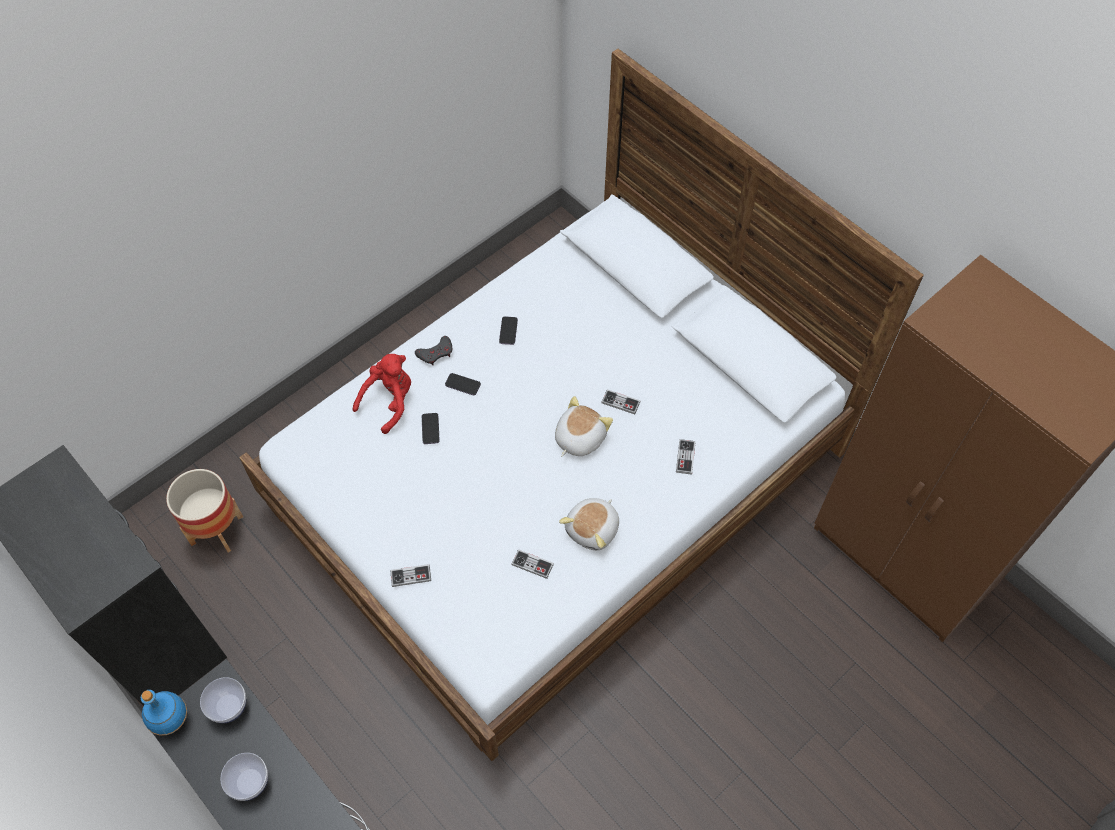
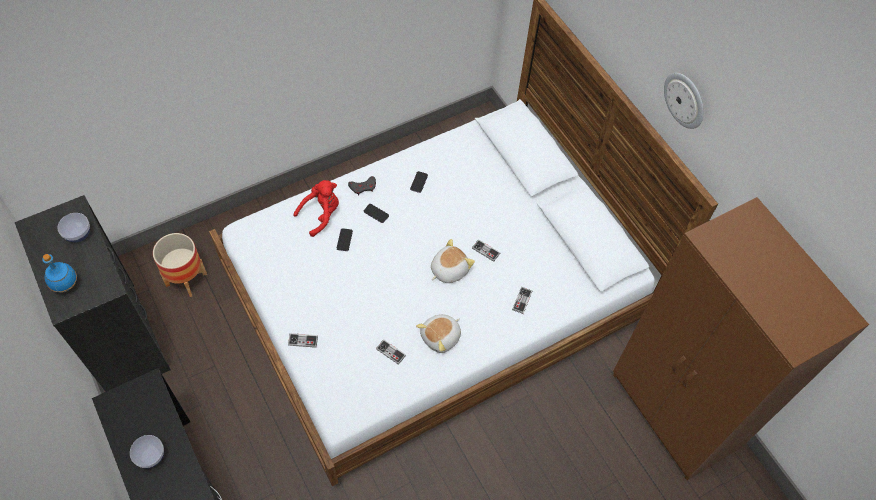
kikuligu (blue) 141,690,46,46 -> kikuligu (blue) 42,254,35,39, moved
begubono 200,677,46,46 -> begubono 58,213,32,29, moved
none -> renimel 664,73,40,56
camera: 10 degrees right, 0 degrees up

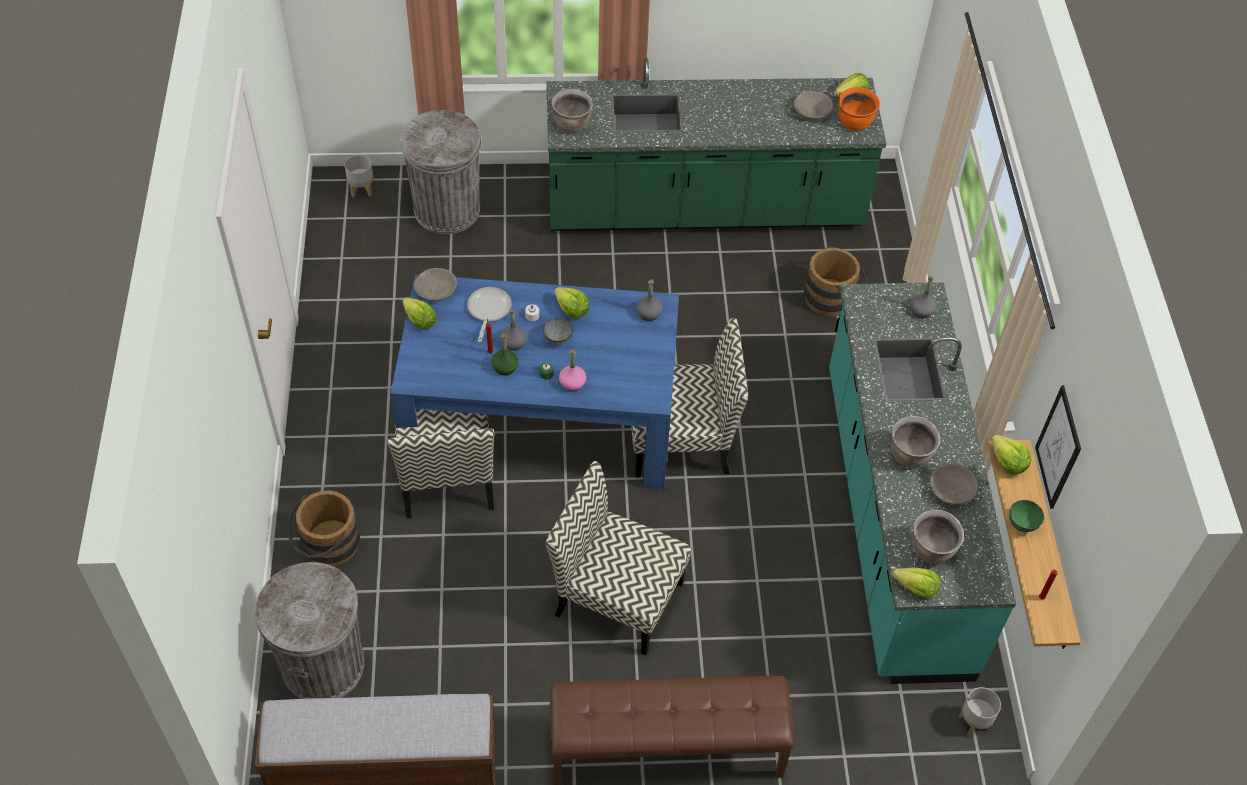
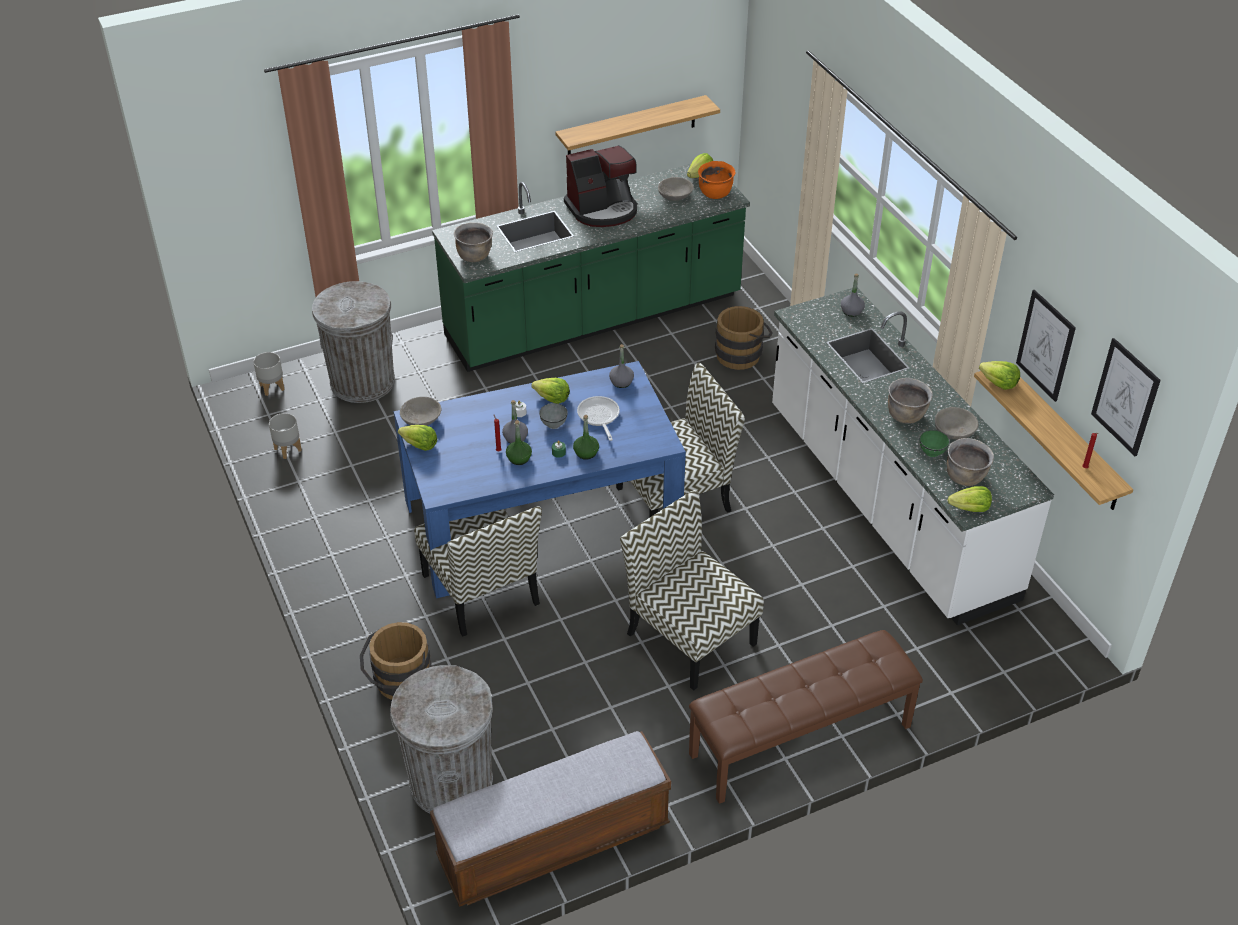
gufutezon 467,287,45,55 -> gufutezon 577,396,43,45, moved
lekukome 545,461,146,194 -> lekukome 620,490,144,201, 45 degrees clockwise
kikuligu (pink) 559,350,27,41 -> kikuligu (green) 573,415,26,45
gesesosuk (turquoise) 829,282,187,402 -> gesesosuk (white) 772,288,282,337
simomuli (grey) 958,687,43,50 -> simomuli (grey) 269,413,33,46, moved
begubono (green) 1009,500,35,32 -> begubono (green) 920,430,30,27, moved
none -> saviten 555,95,165,60
none -> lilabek 564,145,73,82
none -> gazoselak 1091,338,70,118
camera: 20 degrees left, 10 degrees down

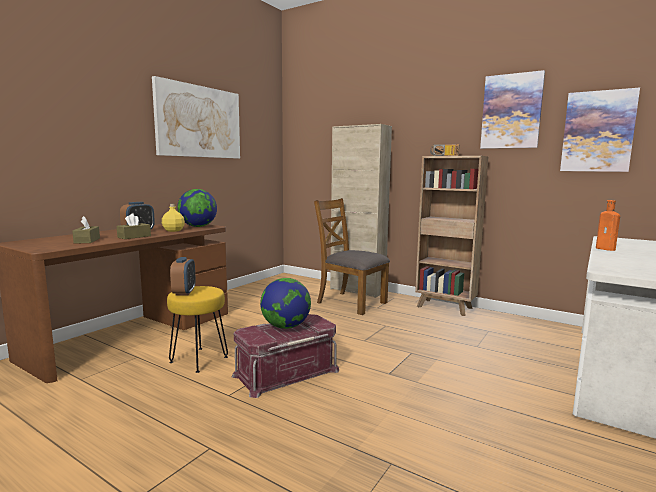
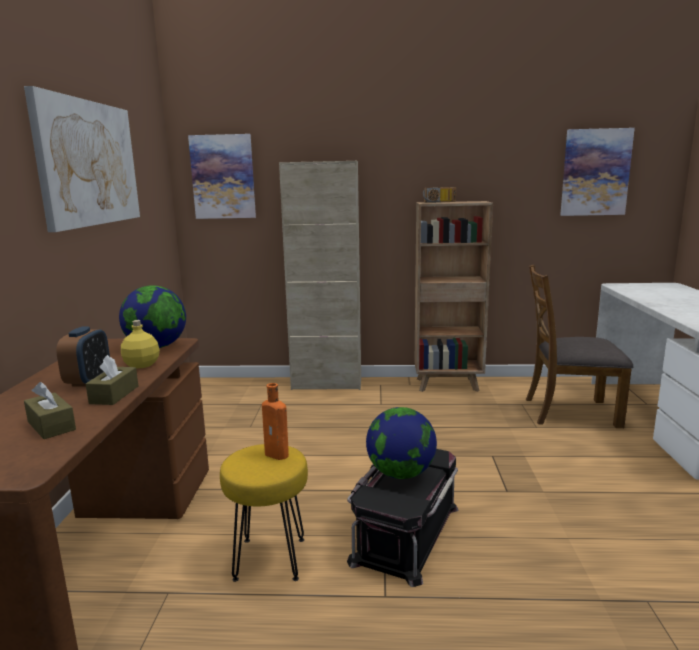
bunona 170,257,26,38 -> none
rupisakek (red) 231,314,108,84 -> rupisakek (black) 347,449,111,138
lekukome (brown) 314,198,76,117 -> lekukome (brown) 526,265,107,163, moved
gazoselak 480,70,65,79 -> gazoselak 188,134,68,85, moved
kikuligu (orange) 596,200,24,51 -> kikuligu (orange) 262,383,27,77, moved
camera: 30 degrees left, 5 degrees up

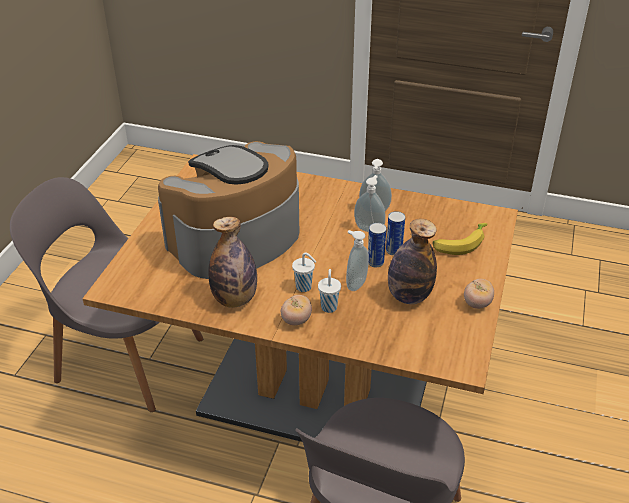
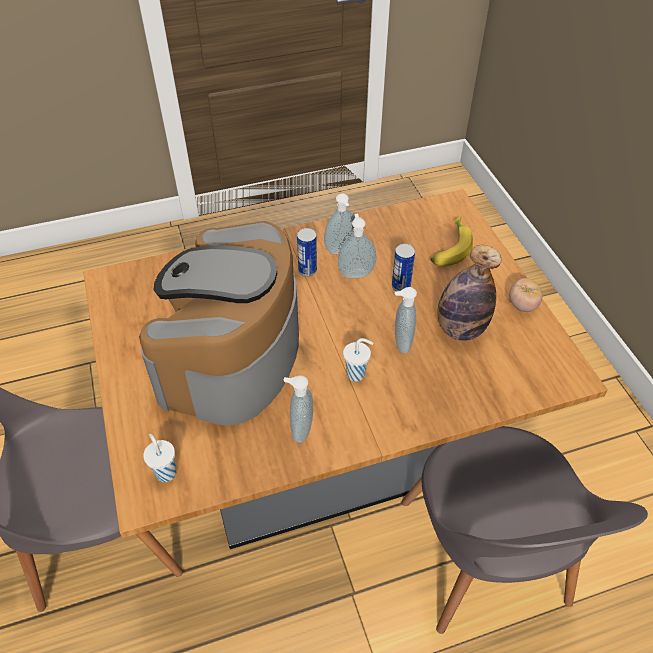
kikuligu 208,217,49,91 -> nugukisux 284,376,29,67
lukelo 281,295,31,30 -> none
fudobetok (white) 318,269,23,44 -> fudobetok (white) 143,434,33,48, moved
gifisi 368,223,19,44 -> gifisi 297,228,20,49, moved
camera: 35 degrees left, 10 degrees up

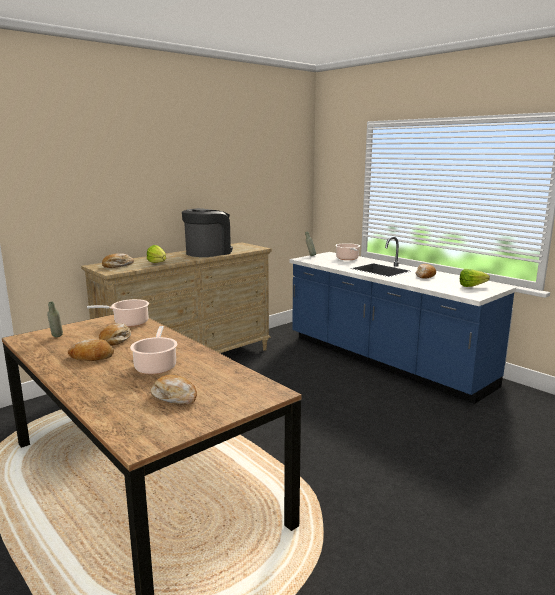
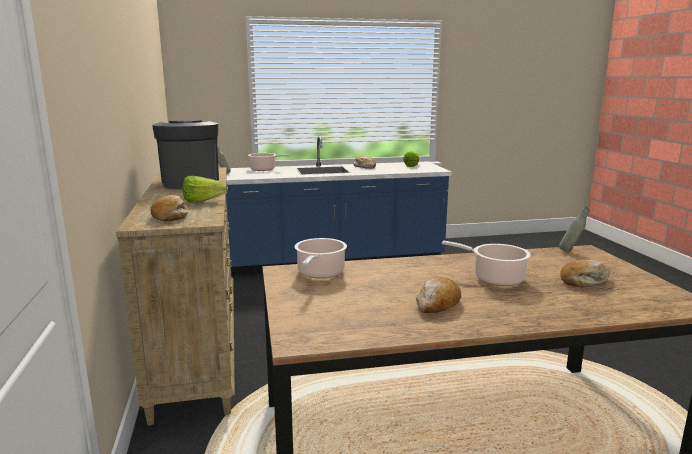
kikuligu (grey) 47,301,16,36 -> kikuligu (grey) 559,207,31,45, moved
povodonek 99,323,32,23 -> none
camera: 60 degrees left, 0 degrees up

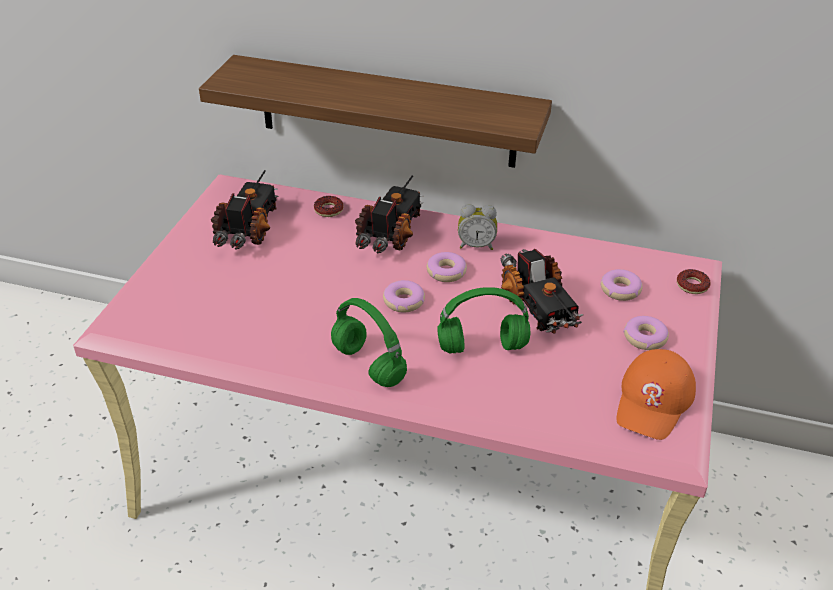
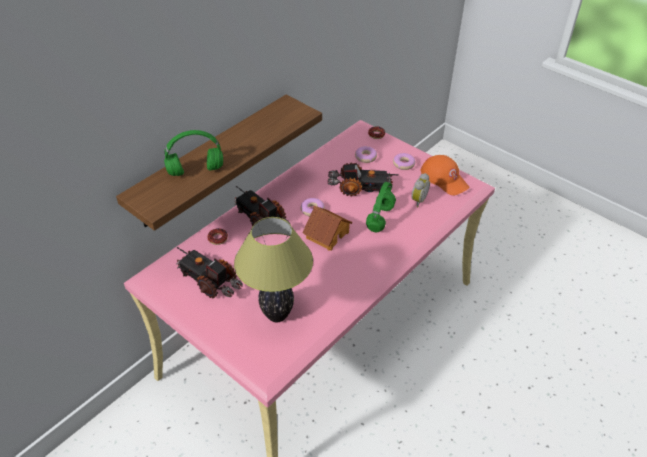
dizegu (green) 331,298,76,89 -> dizegu (green) 164,130,59,46, moved
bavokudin 383,280,42,32 -> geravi 302,206,50,45
bunona 458,204,39,46 -> bunona 411,173,19,34, moved
none -> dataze 234,217,79,105
camera: 65 degrees left, 5 degrees up

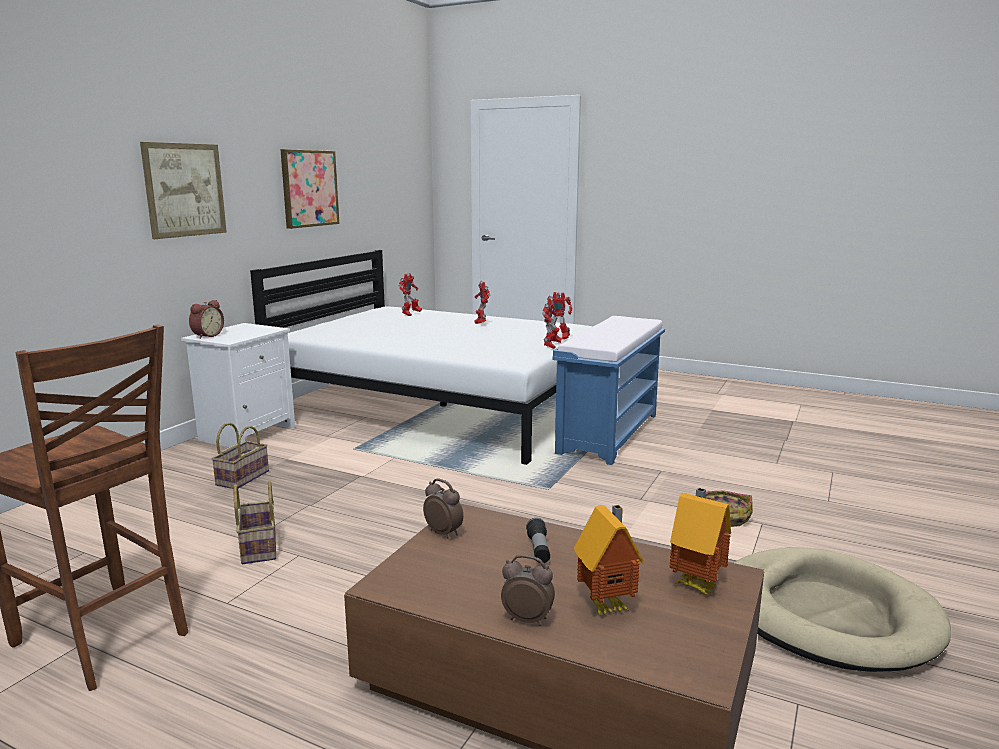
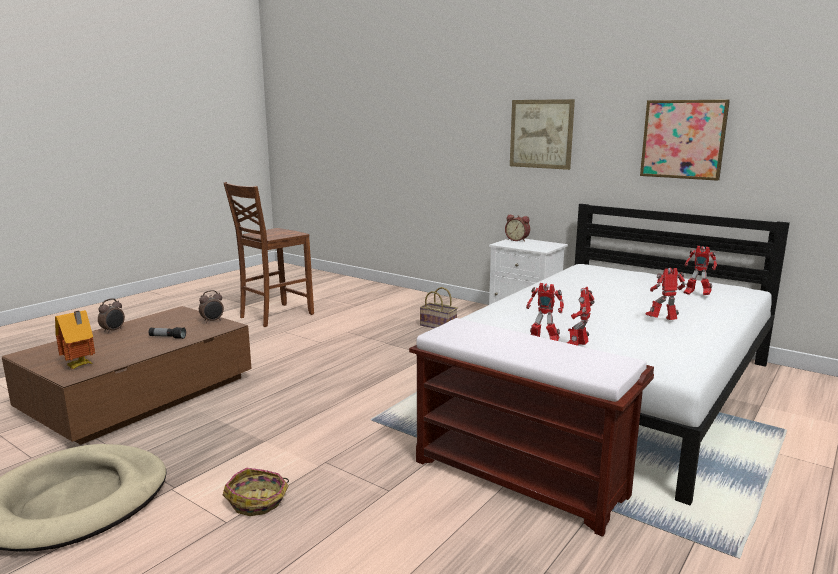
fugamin 234,480,42,84 -> none
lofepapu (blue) 552,316,113,149 -> lofepapu (brown) 409,318,245,219
geravi 574,505,71,111 -> none
camera: 100 degrees right, 0 degrees up

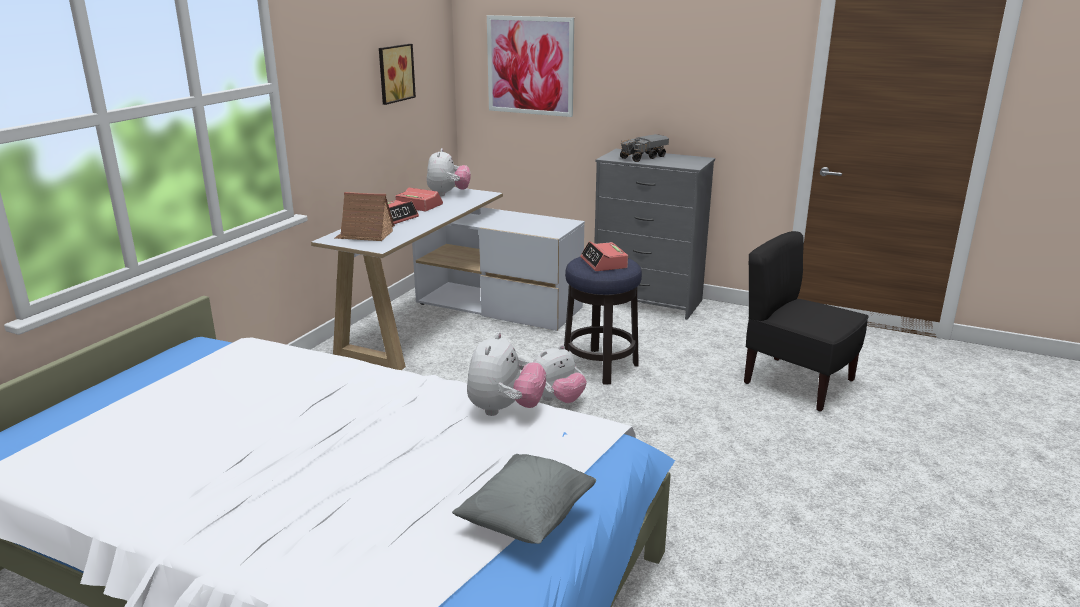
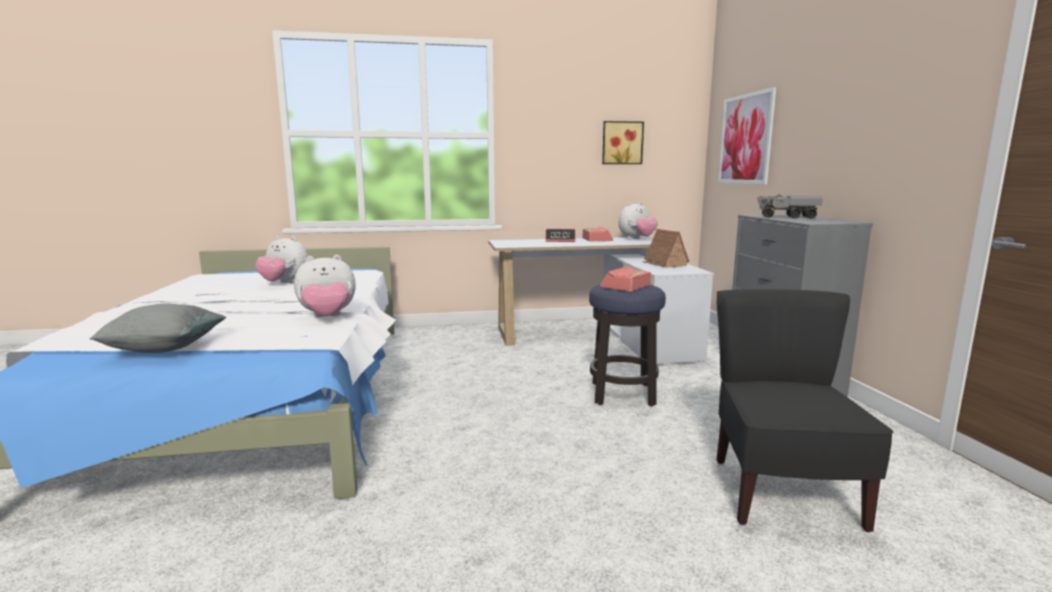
geravi 335,192,60,49 -> geravi 641,229,48,39, moved
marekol 533,345,54,58 -> marekol 255,236,53,47, moved
camera: 55 degrees right, 10 degrees down

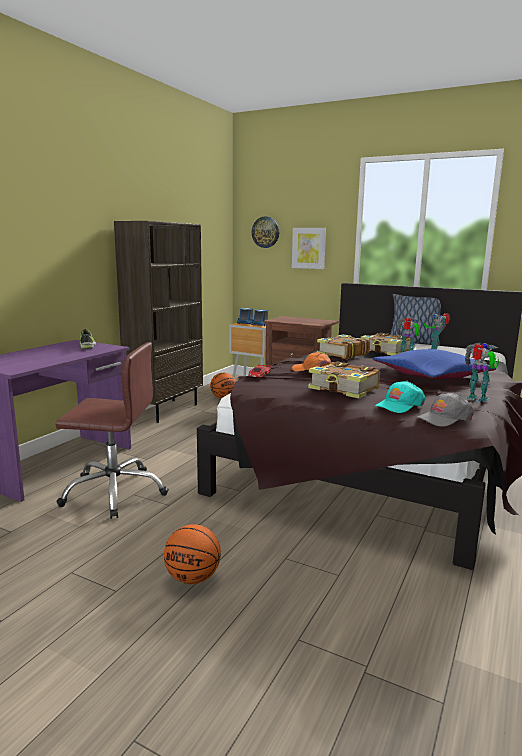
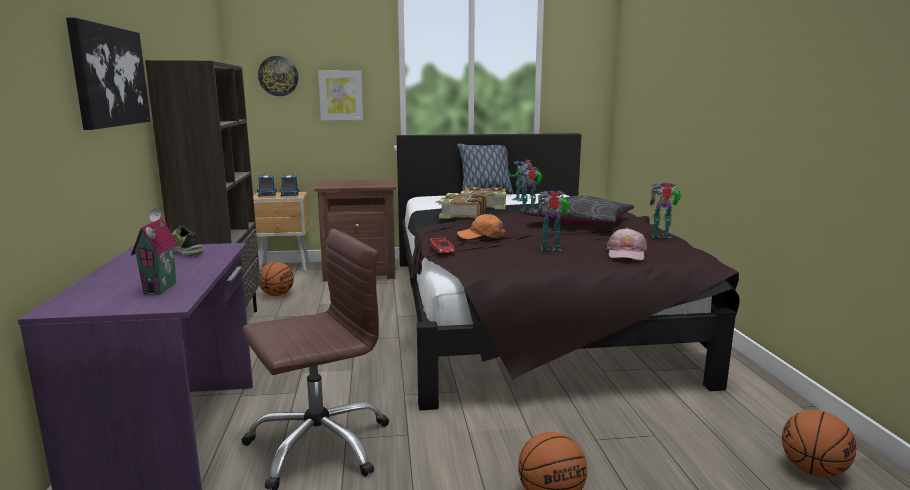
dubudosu 308,361,72,37 -> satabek 537,191,32,59
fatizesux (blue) 373,349,123,30 -> fatizesux (grey) 527,196,107,29
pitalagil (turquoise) 375,381,50,32 -> pitalagil (pink) 607,228,40,32
pitalagil (grey) 417,393,57,34 -> none
none -> gazoselak 66,17,85,113
none -> geravi 131,208,47,87
none -> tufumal 782,410,74,67
camera: 35 degrees left, 0 degrees up

